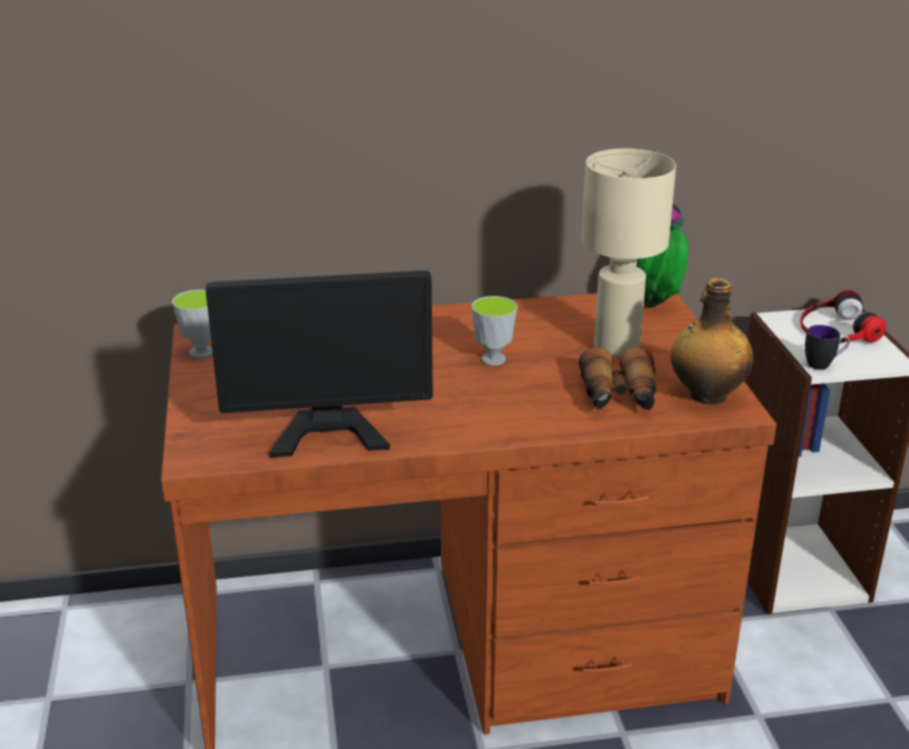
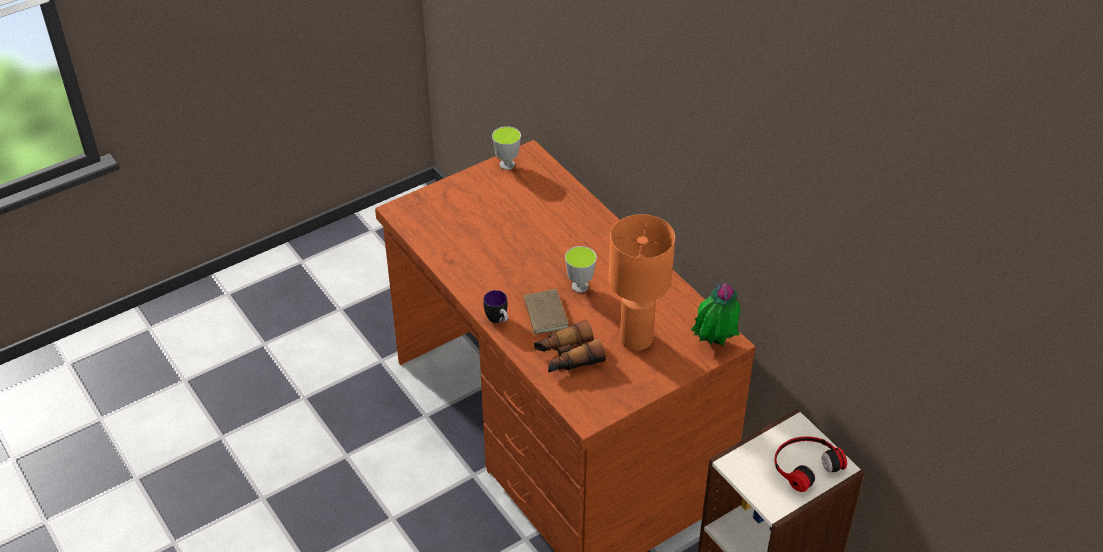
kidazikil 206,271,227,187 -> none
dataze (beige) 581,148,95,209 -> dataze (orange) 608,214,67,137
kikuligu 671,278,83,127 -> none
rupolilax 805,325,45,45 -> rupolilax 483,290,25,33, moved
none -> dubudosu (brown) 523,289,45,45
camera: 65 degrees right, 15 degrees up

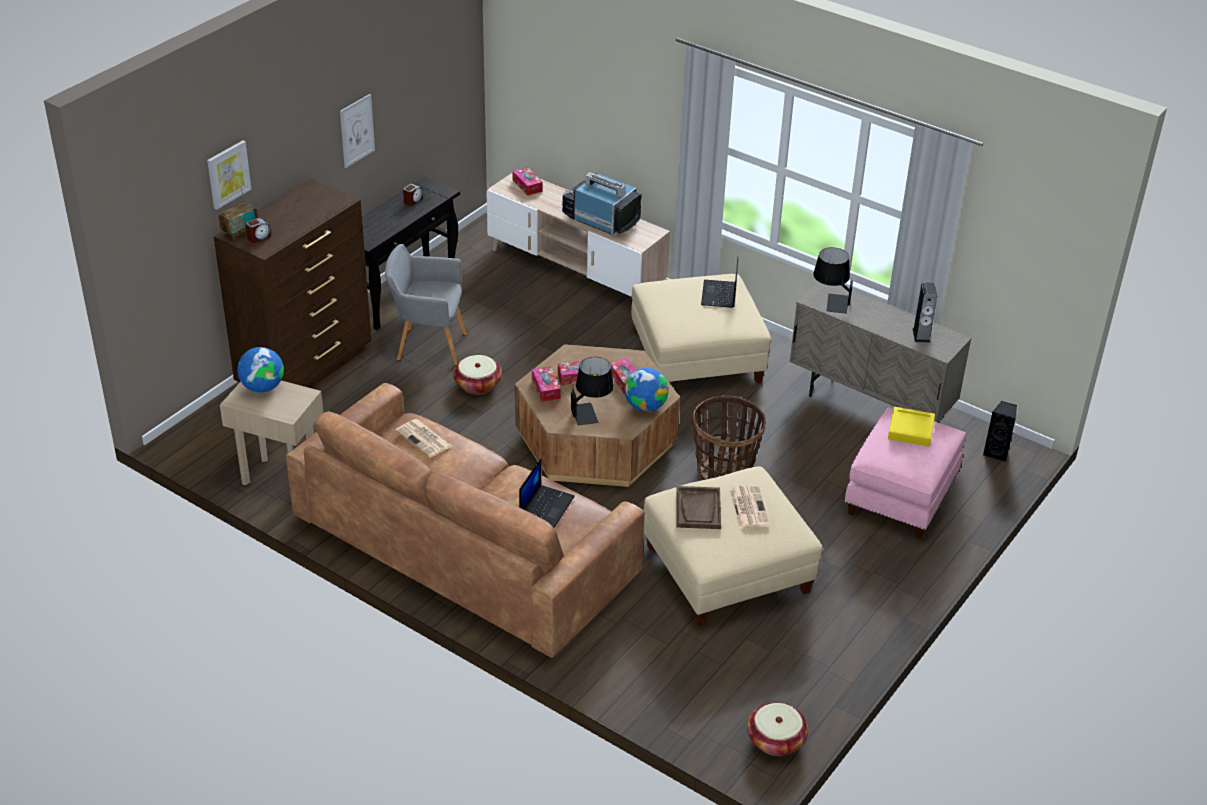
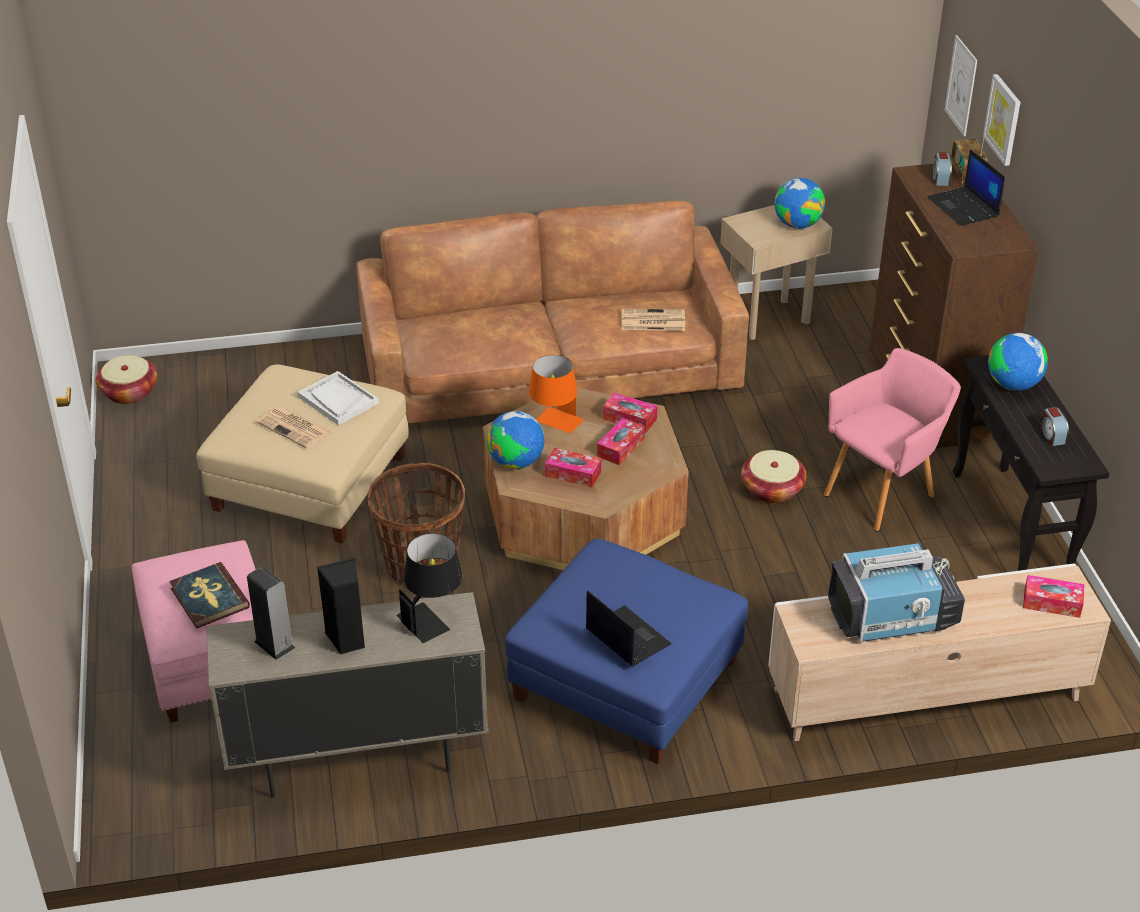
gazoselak 340,94,35,74 -> gazoselak 945,35,32,101, moved
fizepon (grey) 385,244,82,122 -> fizepon (pink) 824,348,137,183
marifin 519,458,56,70 -> marifin 928,149,77,77, moved
dataze (black) 571,357,43,68 -> dataze (orange) 529,355,55,78
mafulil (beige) 631,274,140,109 -> mafulil (blue) 505,538,243,226
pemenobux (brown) 676,486,45,43 -> pemenobux (white) 298,371,81,54
pemenobux (yellow) 888,407,47,40 -> dubudosu 169,562,81,67
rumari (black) 983,401,34,61 -> rumari (black) 317,558,48,97, moved
none -> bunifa 988,333,60,58
camera: 135 degrees right, 0 degrees up

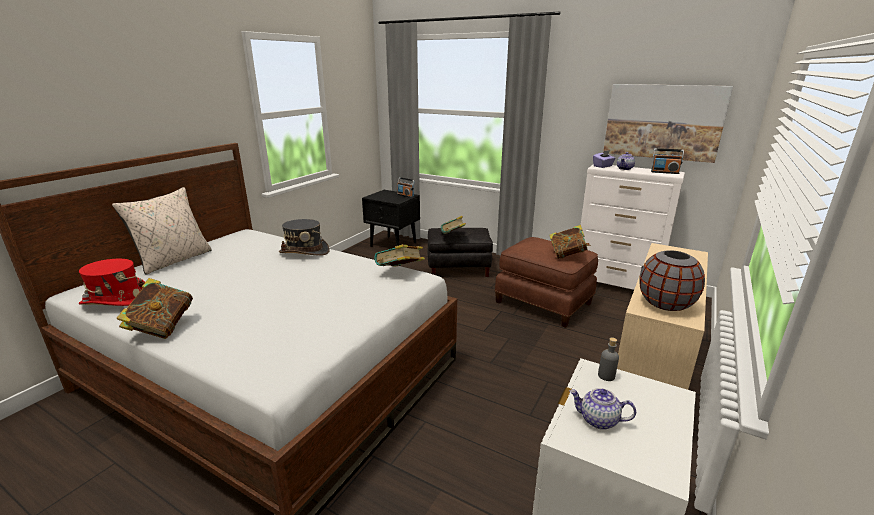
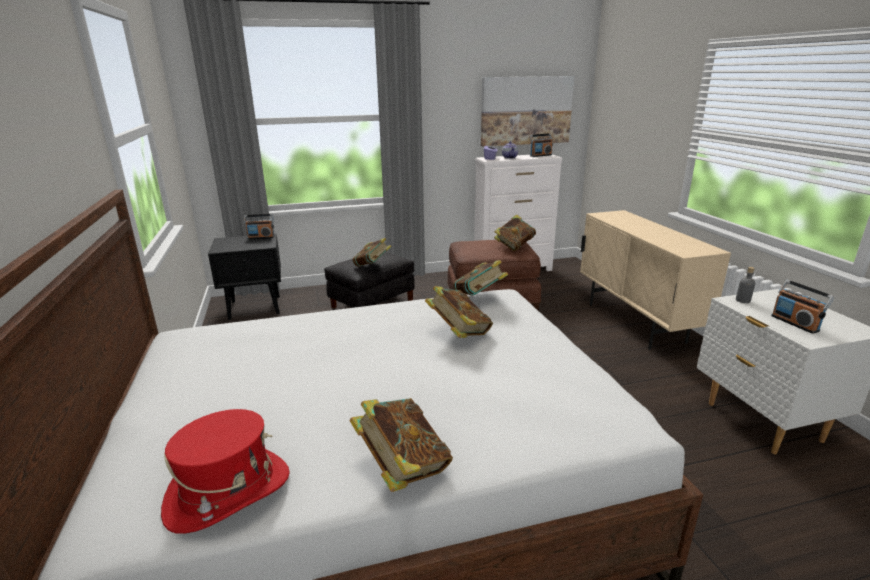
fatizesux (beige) 112,187,100,88 -> none
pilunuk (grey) 279,219,51,37 -> none
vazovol 569,388,67,42 -> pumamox 771,280,63,54
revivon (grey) 639,250,66,61 -> none
none -> dubudosu 425,286,68,52
camera: 45 degrees left, 0 degrees up

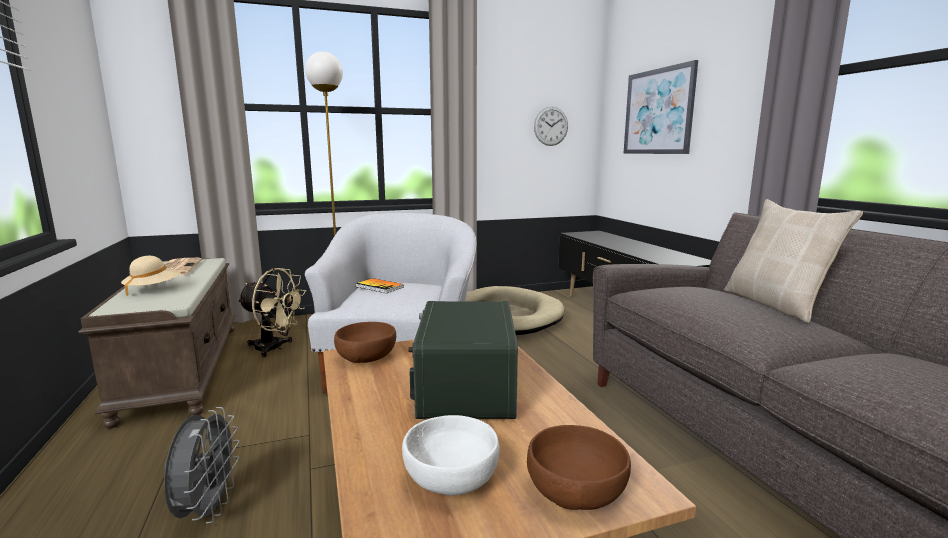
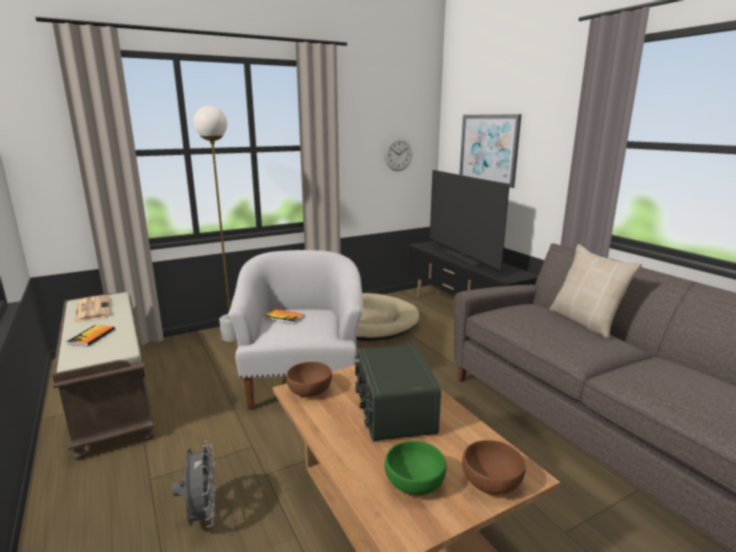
pilunuk (beige) 121,256,59,40 -> dubudosu 66,325,49,21
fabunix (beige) 237,268,69,89 -> none
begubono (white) 402,415,98,81 -> begubono (green) 384,441,62,54
none -> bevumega 430,170,80,100
camera: 10 degrees left, 5 degrees up

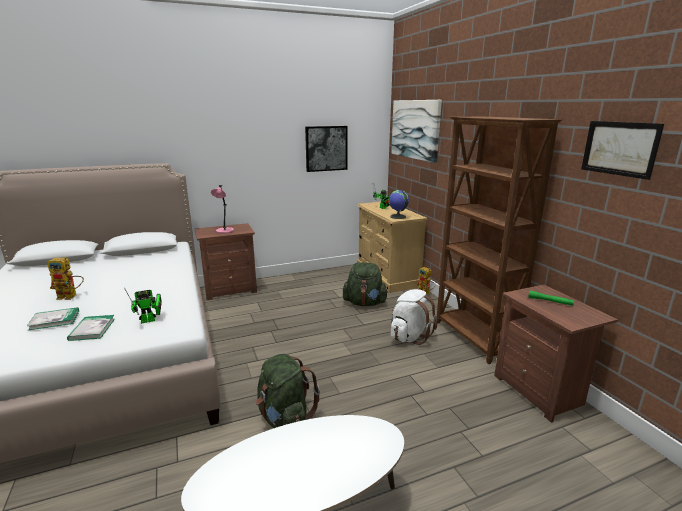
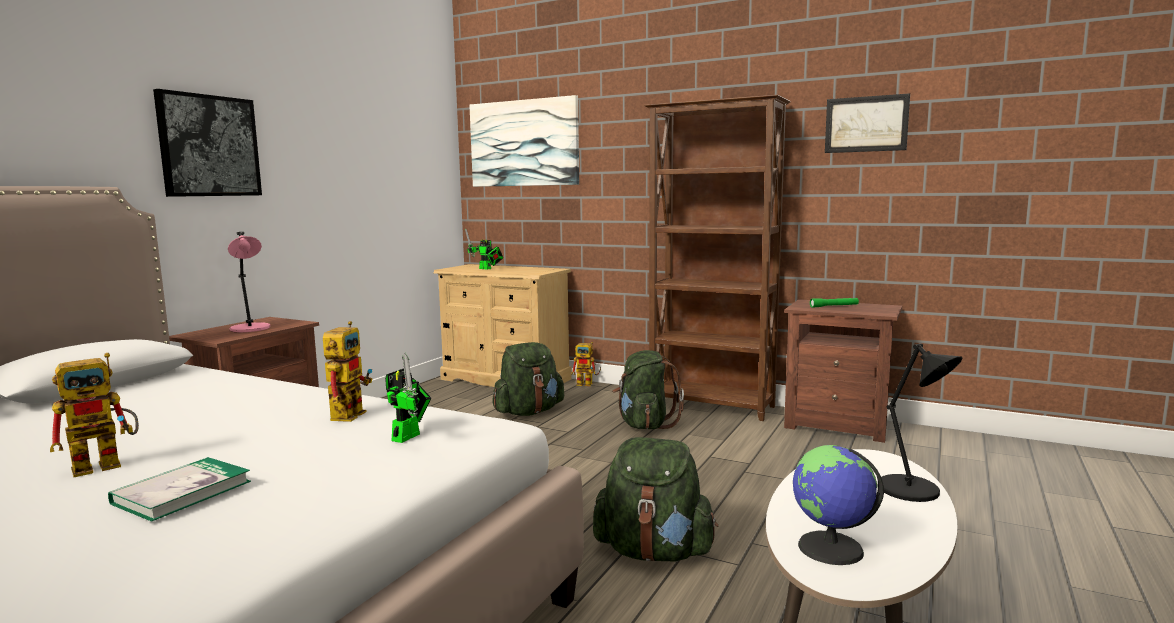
dubudosu 67,315,48,26 -> none
gazoselak 305,126,43,46 -> gazoselak 153,89,109,108, moved
bunifa 389,190,20,29 -> bunifa 793,445,91,120, moved
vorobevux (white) 391,289,46,56 -> vorobevux (green) 612,350,72,79
none -> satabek 323,321,50,101
none -> dataze (black) 881,343,81,159
camera: 40 degrees left, 10 degrees down

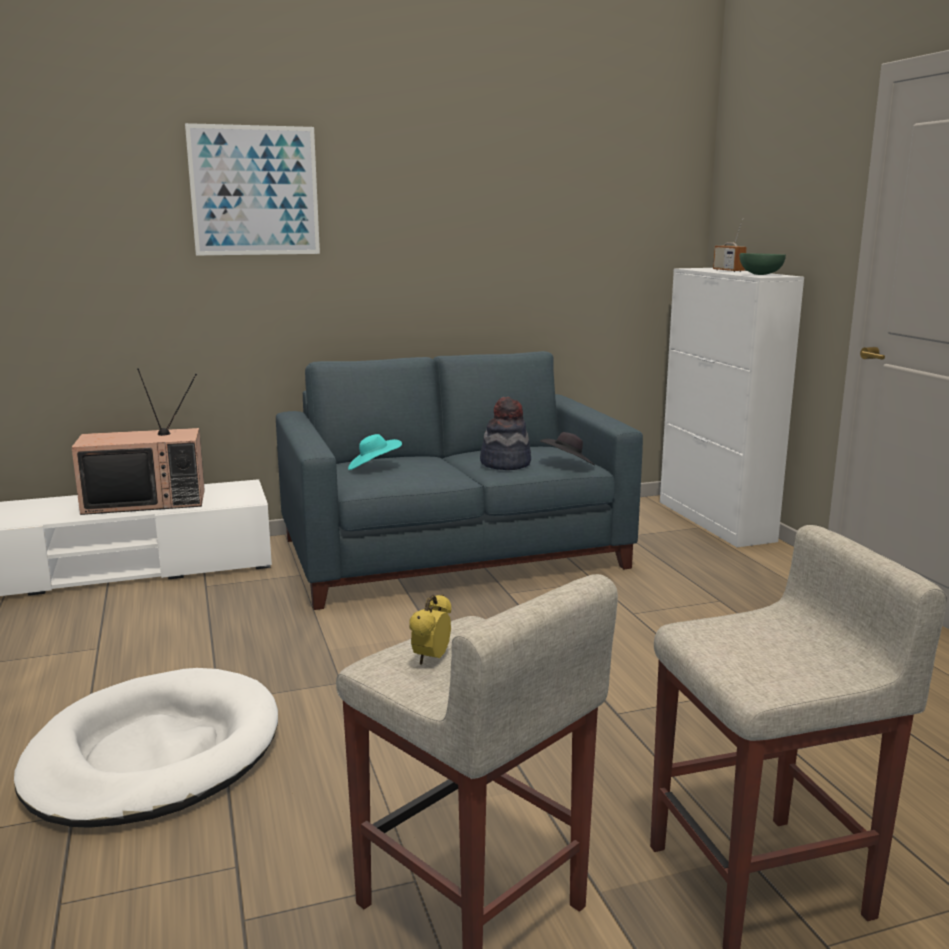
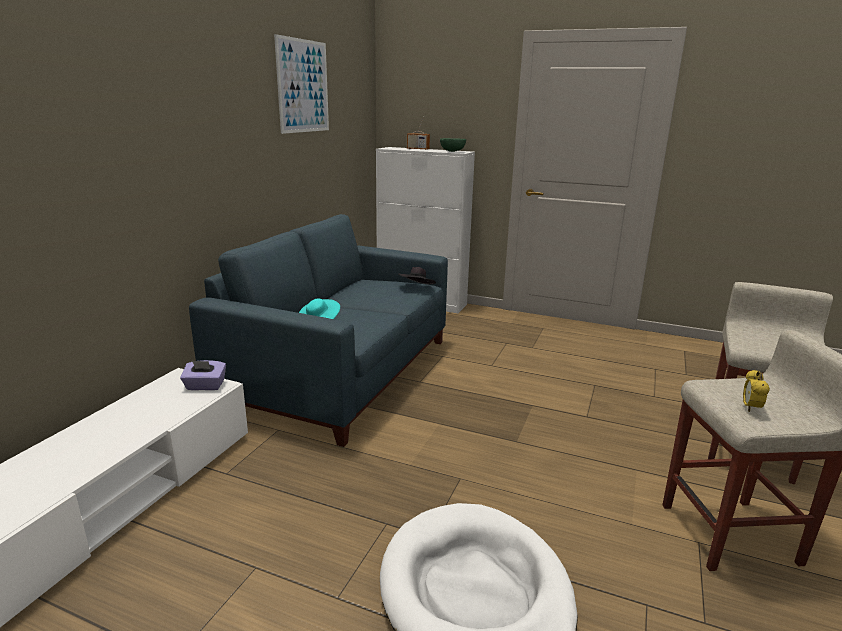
bevumega 71,368,134,147 -> none
gazoselak 185,123,135,133 -> gazoselak 274,34,55,100, moved
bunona 409,594,42,71 -> bunona 743,370,27,42, 45 degrees clockwise
pilunuk 480,397,51,73 -> none
none -> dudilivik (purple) 180,360,46,30
camera: 50 degrees left, 5 degrees up

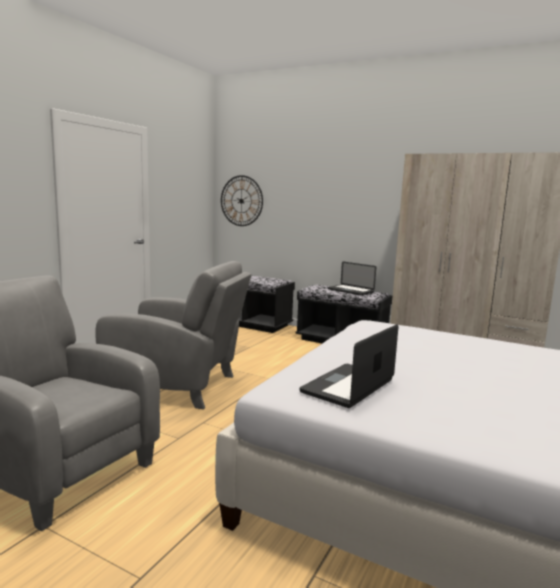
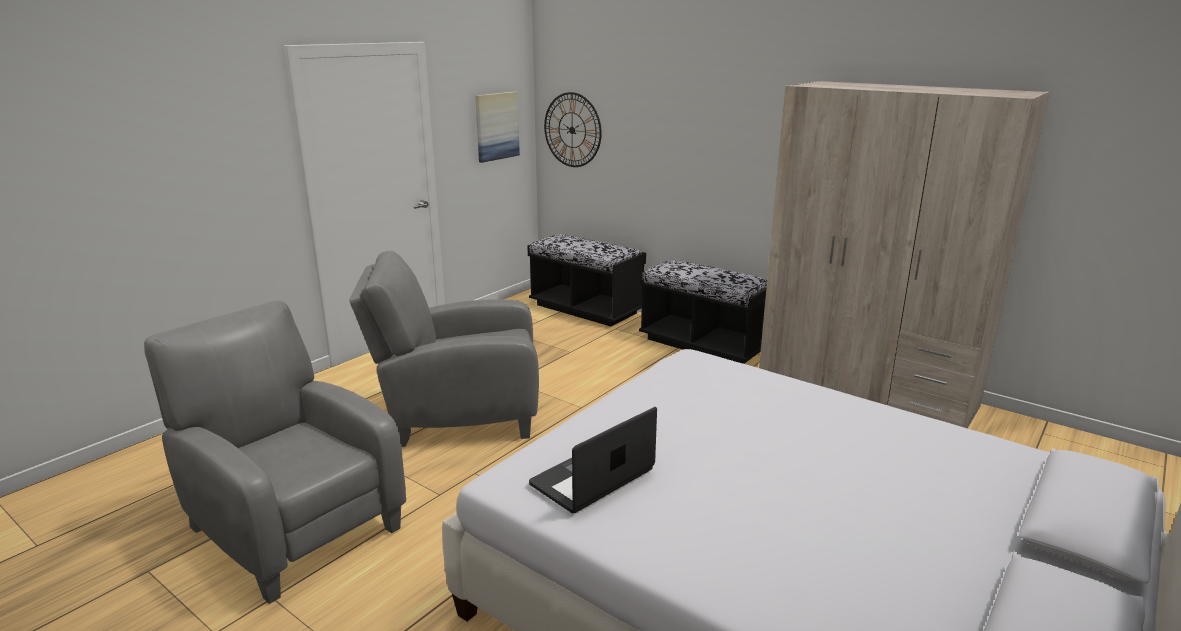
fizepon (grey) 95,261,157,148 -> fizepon (grey) 349,251,190,196, 150 degrees clockwise
marifin 328,262,48,33 -> none
none -> gazoselak 475,92,45,71
camera: 10 degrees right, 10 degrees up

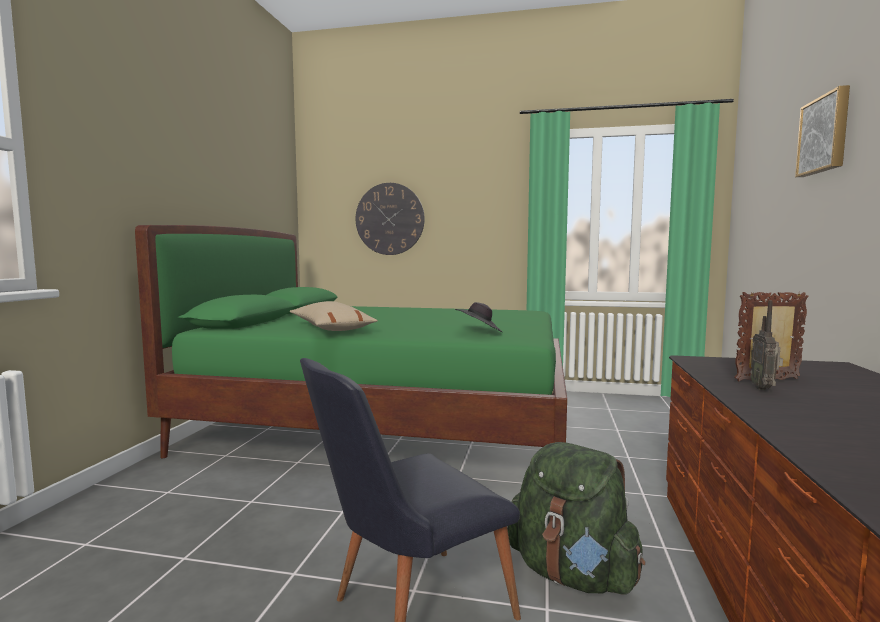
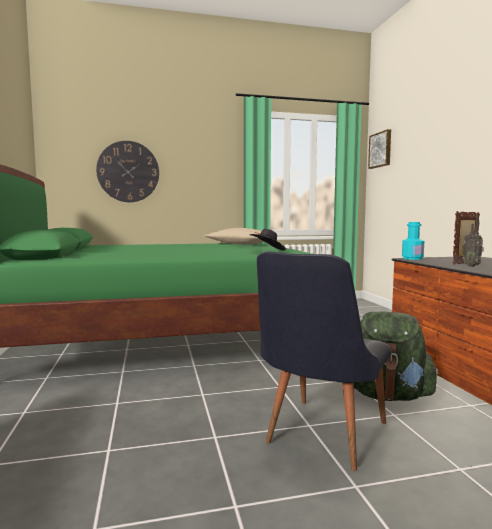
fatizesux (beige) 290,301,88,30 -> fatizesux (beige) 204,228,60,16, moved
gazoselak 795,85,55,92 -> gazoselak 368,129,23,40, moved
none -> kikuligu (turquoise) 402,222,22,38
camera: 25 degrees left, 0 degrees up

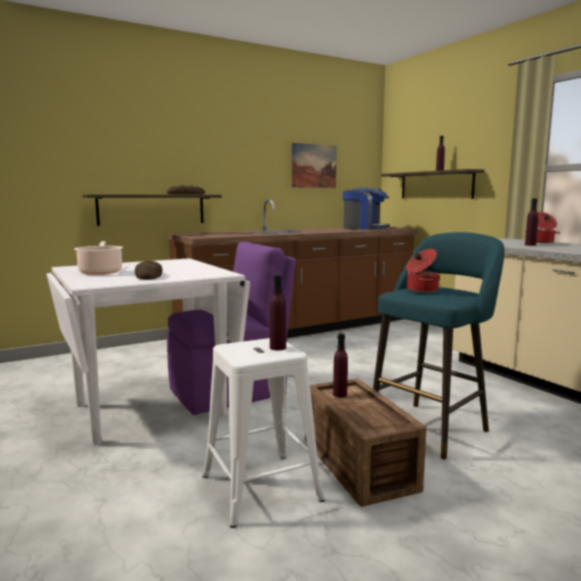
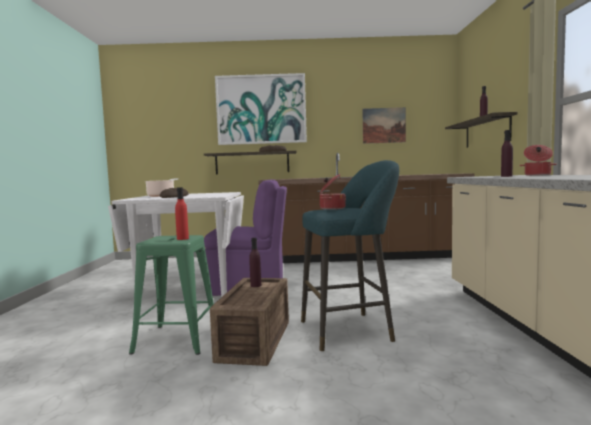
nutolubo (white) 202,338,123,190 -> nutolubo (green) 129,235,85,120
kikuligu (purple) 270,275,16,75 -> kikuligu (red) 175,187,14,53
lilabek 343,187,47,43 -> none
none -> gazoselak 215,73,92,72
camera: 30 degrees right, 5 degrees down

